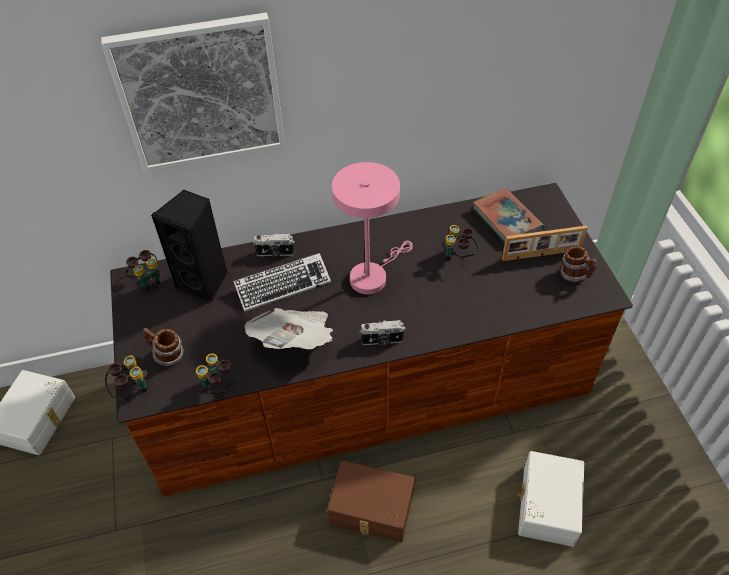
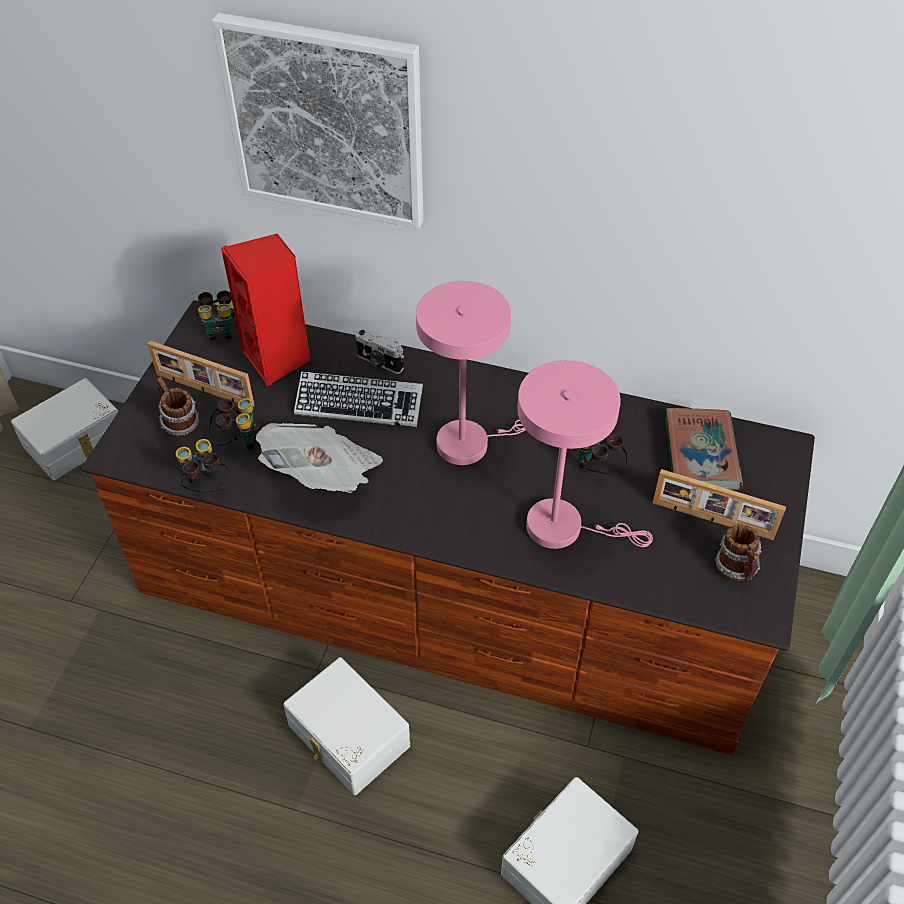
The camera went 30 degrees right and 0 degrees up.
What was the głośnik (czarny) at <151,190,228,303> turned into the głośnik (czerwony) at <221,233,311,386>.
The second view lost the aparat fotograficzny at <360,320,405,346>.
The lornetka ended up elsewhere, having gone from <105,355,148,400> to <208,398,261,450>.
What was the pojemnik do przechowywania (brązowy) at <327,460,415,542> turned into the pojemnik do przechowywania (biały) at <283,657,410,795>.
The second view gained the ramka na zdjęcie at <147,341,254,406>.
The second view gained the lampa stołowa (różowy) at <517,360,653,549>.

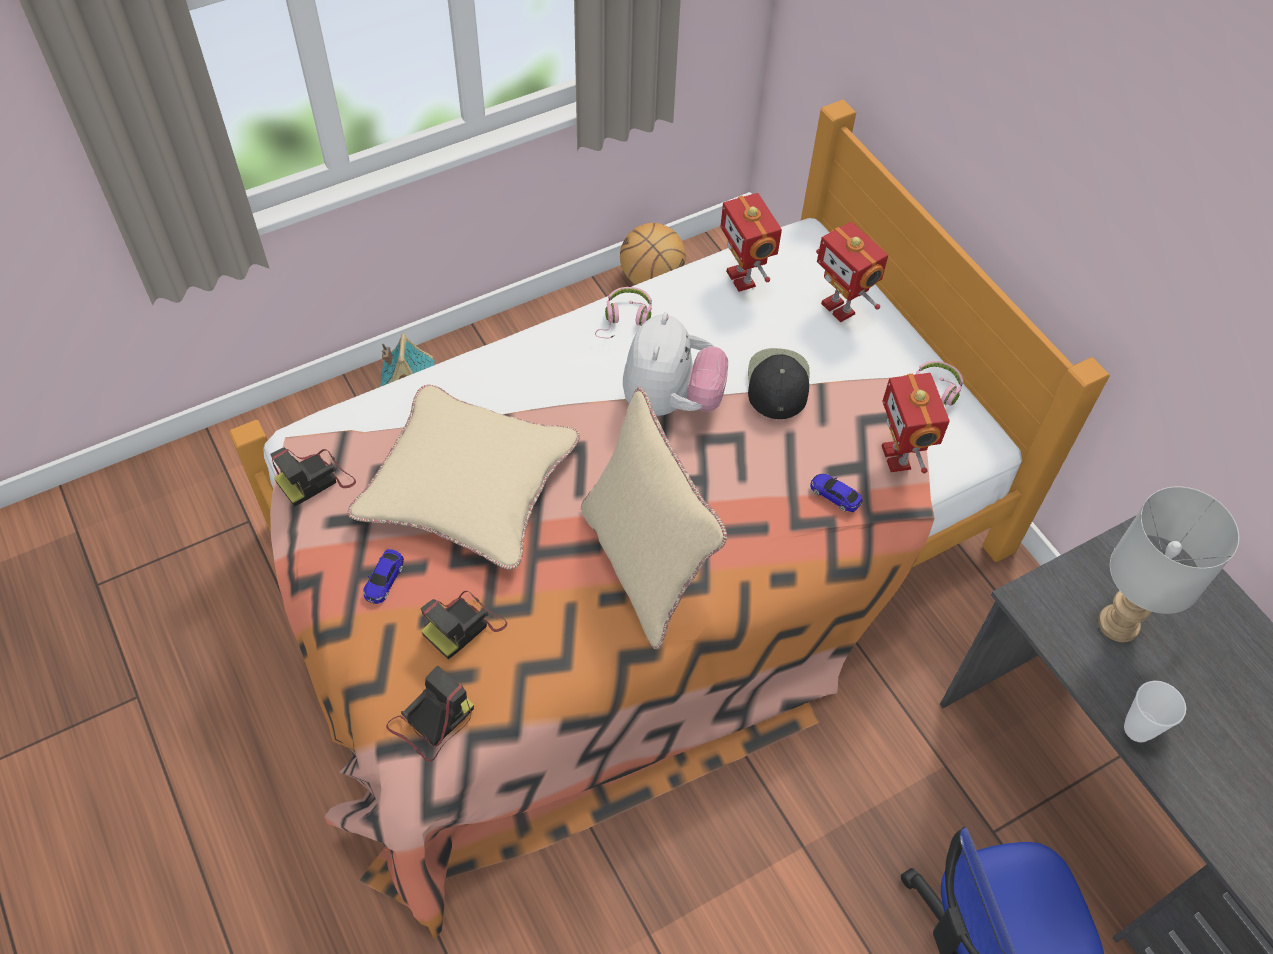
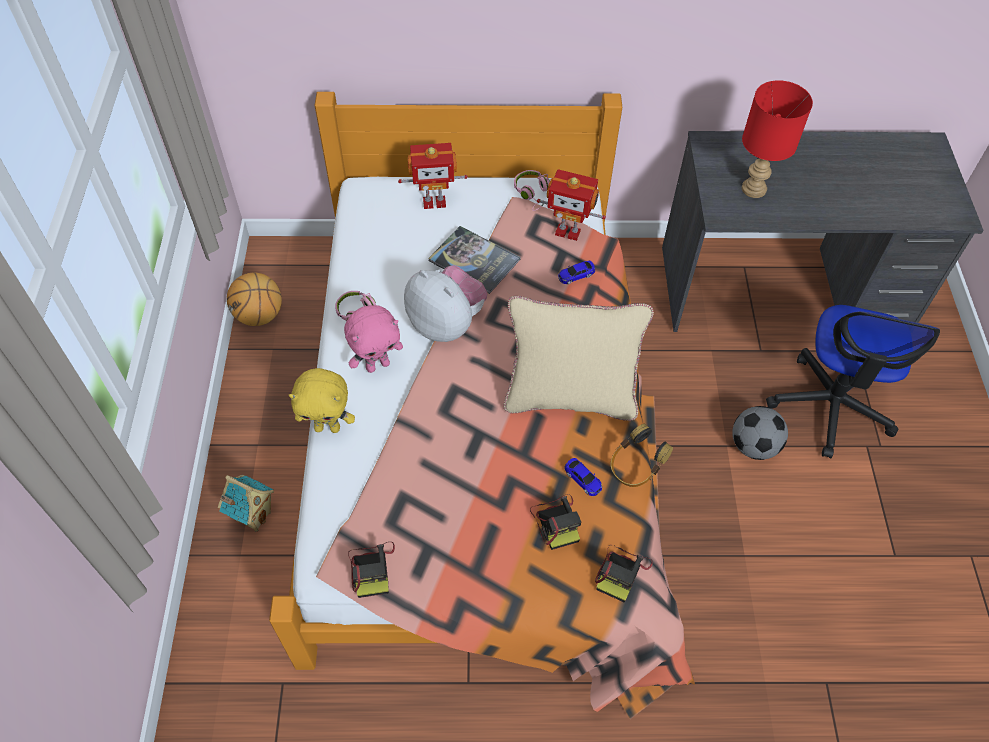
The camera went 60 degrees left and 0 degrees up.
The second view lost the robot zabawkowy at <720,193,782,292>.
Where the czapka z daszkiem (czarny) stood at <748,348,810,419>, the książka came to stand at <428,226,521,294>.
The second view lost the poduszka (beżowy) at <348,385,580,570>.
What was the lampa stołowa (szary) at <1098,486,1239,642> turned into the lampa stołowa (czerwony) at <742,80,813,198>.
The samochodzik ended up elsewhere, having gone from <363,549,404,604> to <564,458,602,496>.
The aparat fotograficzny at <386,665,474,762> ended up facing another way, 135 degrees counterclockwise from before.
The second view lost the filiżanka at <1124,681,1187,742>.
The second view gained the pluszak (różowy) at <344,305,403,373>.
The second view gained the pluszak (żółty) at <289,368,355,433>.
The second view gained the piłka futbolowa at <732,406,788,460>.
The second view gained the słuchawki at <610,424,673,487>.

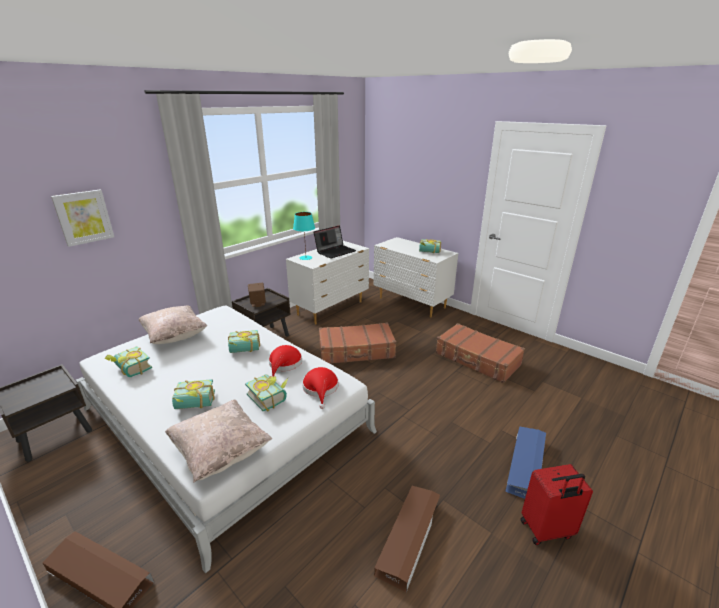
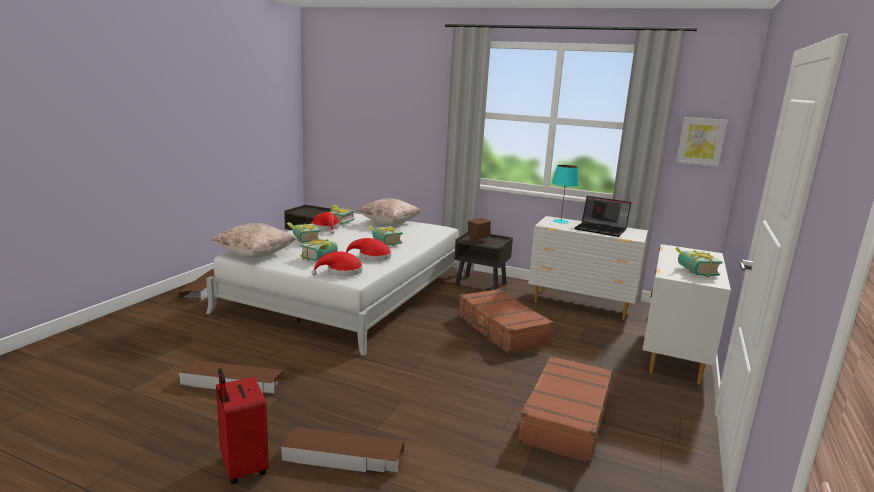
The camera went 70 degrees right and 10 degrees down.
The obraz ended up elsewhere, having gone from <51,190,114,247> to <676,117,728,166>.
What was the pojemnik do przechowywania (niebieski) at <505,426,546,499> turned into the pojemnik do przechowywania (brązowy) at <281,427,404,472>.
The second view gained the kapelusz (czerwony) at <312,212,339,234>.

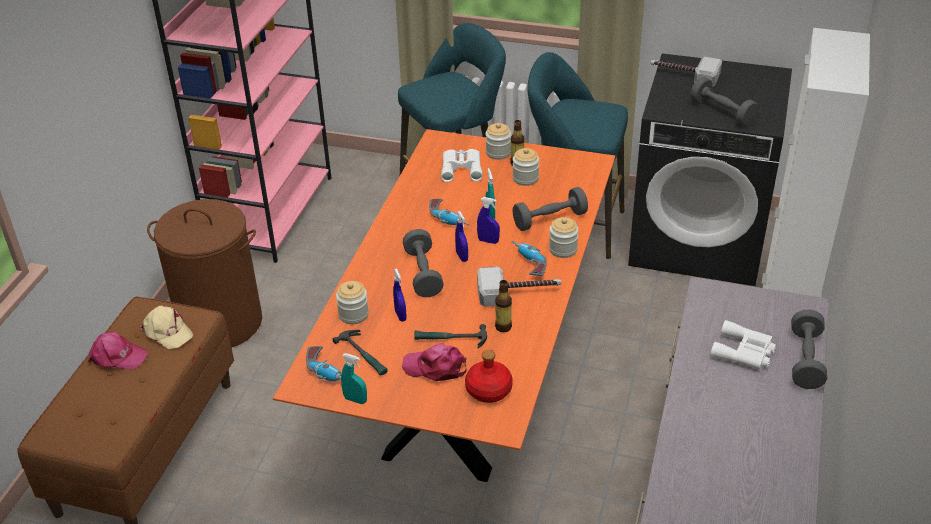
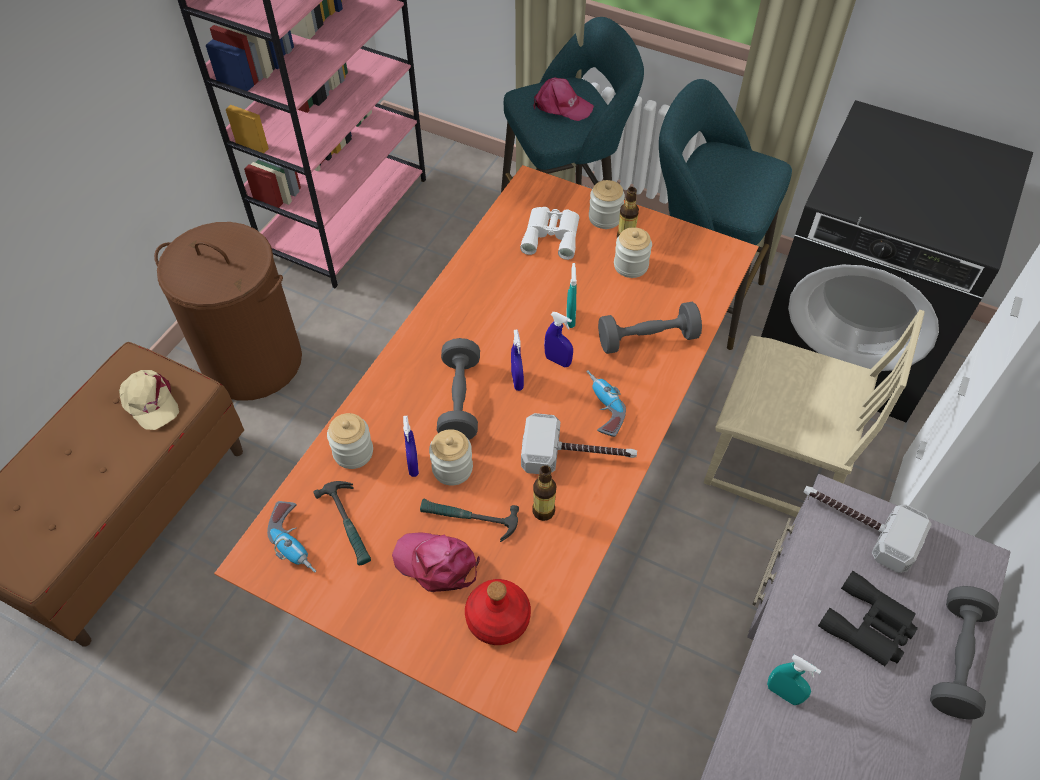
The camera went 10 degrees right and 15 degrees up.
The młotek ended up elsewhere, having gone from <651,57,722,87> to <803,486,932,573>.
The second view lost the hantel (szary) at <690,77,759,127>.
The second view lost the wiertarka at <429,199,470,225>.
The słoik ended up elsewhere, having gone from <549,217,579,258> to <429,429,473,486>.
What was the lornetka (biały) at <710,320,776,370> turned into the lornetka (czarny) at <818,571,918,666>.
The czapka z daszkiem (różowy) ended up elsewhere, having gone from <88,332,148,370> to <533,78,594,121>.
The spryskiwacz (turkusowy) ended up elsewhere, having gone from <341,353,367,404> to <767,655,821,705>.
The second view gained the krzesło (beżowy) at <704,310,925,517>.

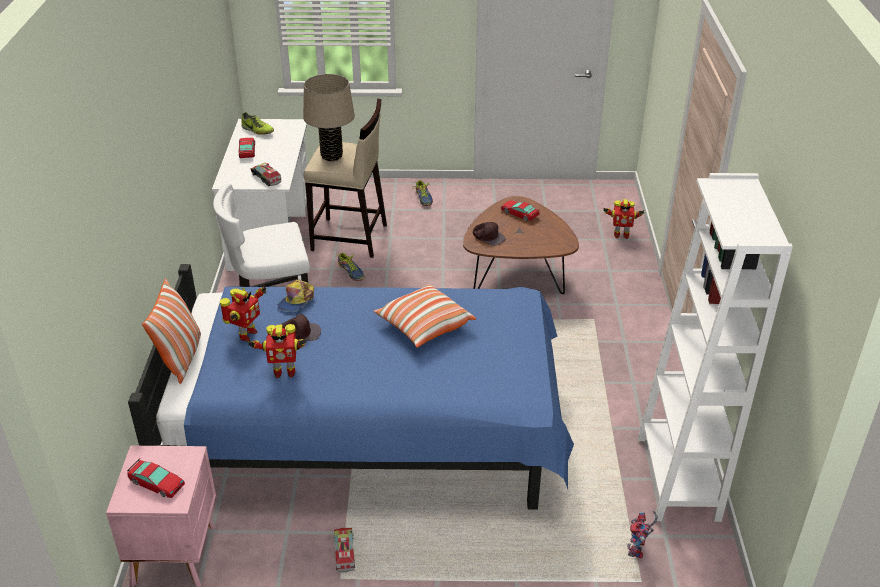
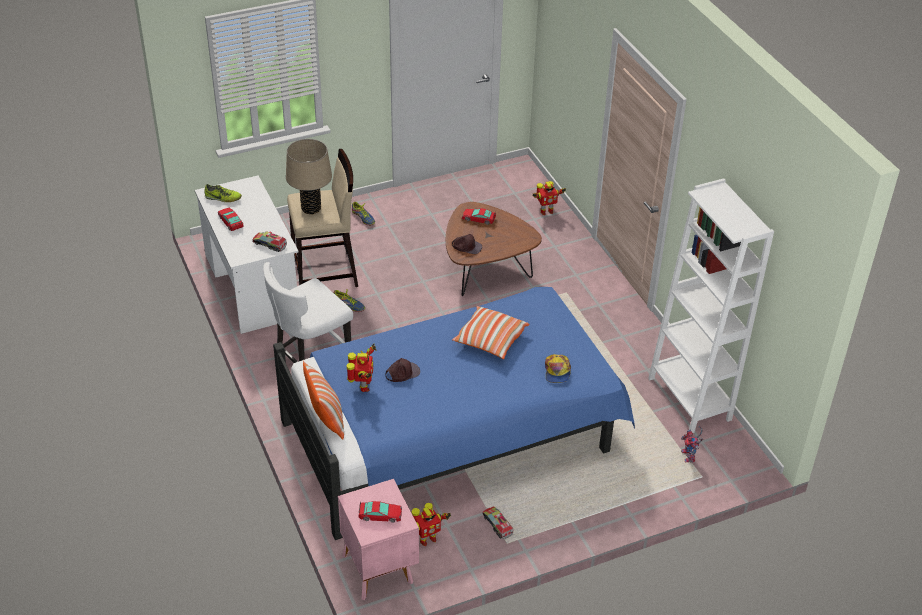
The camera went 25 degrees left and 5 degrees up.
The czapka z daszkiem ended up elsewhere, having gone from <277,279,314,311> to <545,354,571,383>.
The robot zabawkowy ended up elsewhere, having gone from <247,324,306,378> to <412,503,451,546>.

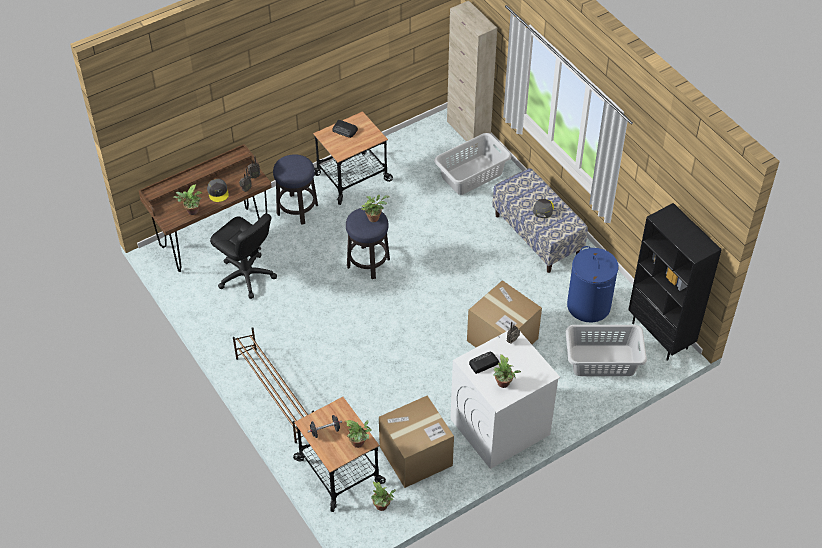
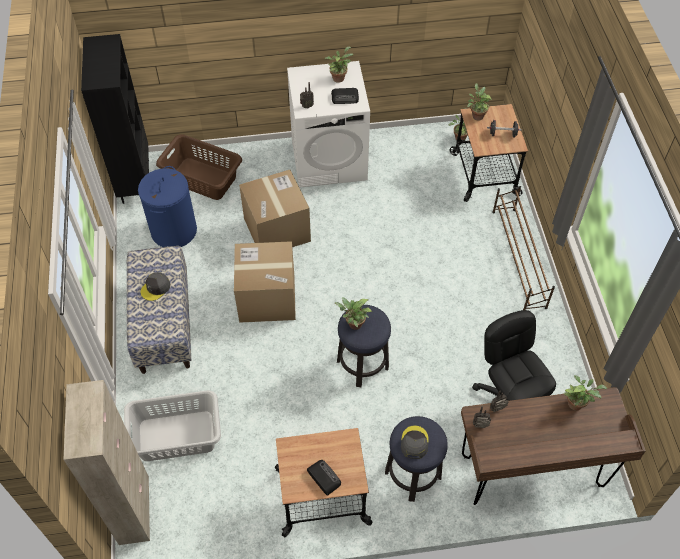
The camera went 155 degrees left and 5 degrees up.
The czapka z daszkiem (szary) ended up elsewhere, having gone from <207,179,229,202> to <401,426,429,459>.
What was the kosz na pranie (szary) at <566,325,647,376> turned into the kosz na pranie (brązowy) at <156,135,242,200>.
The karton ended up elsewhere, having gone from <379,395,454,488> to <234,241,296,323>.

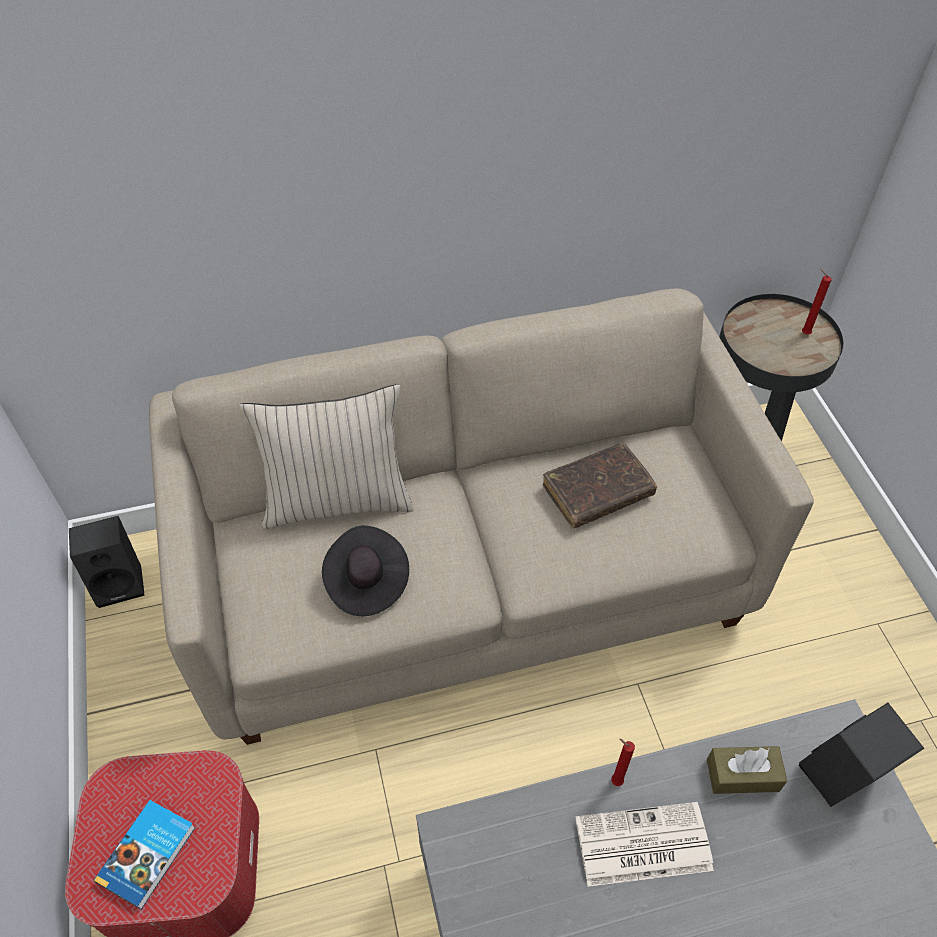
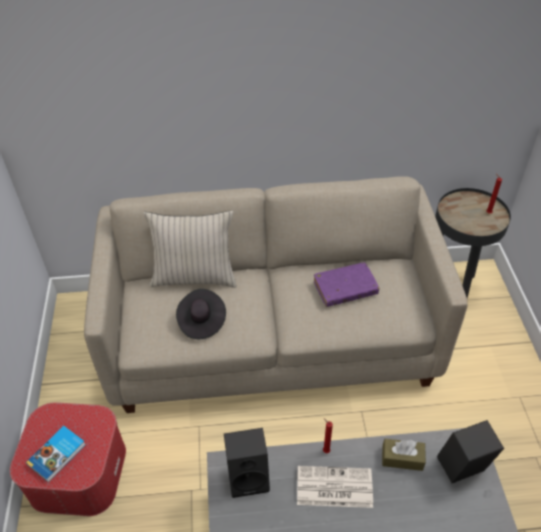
The camera went 10 degrees right and 5 degrees down.
What was the książka (brązowy) at <543,443,657,528> turned into the książka (fioletowy) at <314,262,379,307>.
The głośnik (czarny) ended up elsewhere, having gone from <69,516,144,608> to <224,428,270,498>.

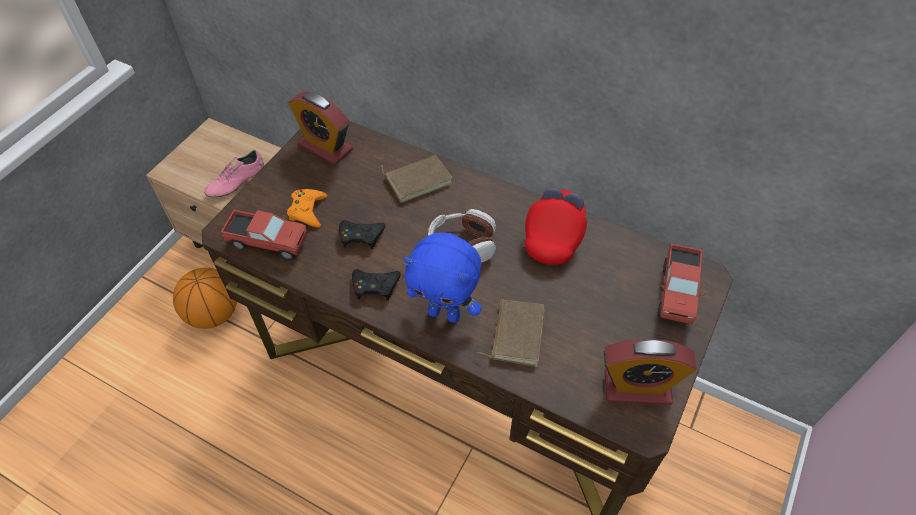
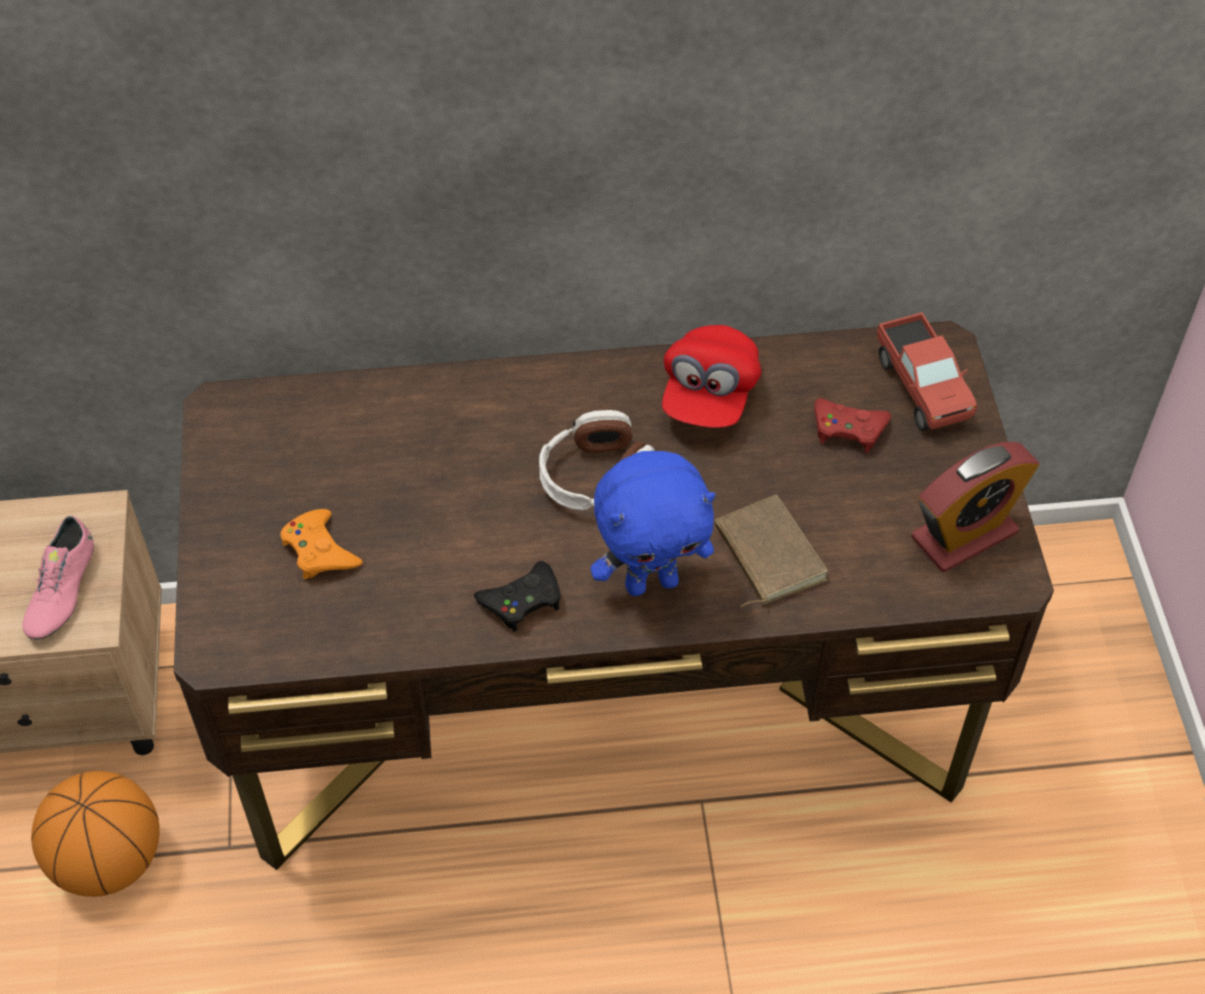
The camera went 35 degrees left and 0 degrees up.
The second view lost the budzik at <288,91,353,165>.
The second view lost the książka (brązowy) at <381,155,452,203>.
The czapka z daszkiem (czerwony) at <525,188,587,265> ended up facing another way, 150 degrees counterclockwise from before.
The second view lost the ciężarówka zabawkowa at <221,210,307,261>.
The second view lost the pad do gier (czarny) at <339,220,385,249>.
The second view gained the pad do gier (czerwony) at <814,398,891,453>.

